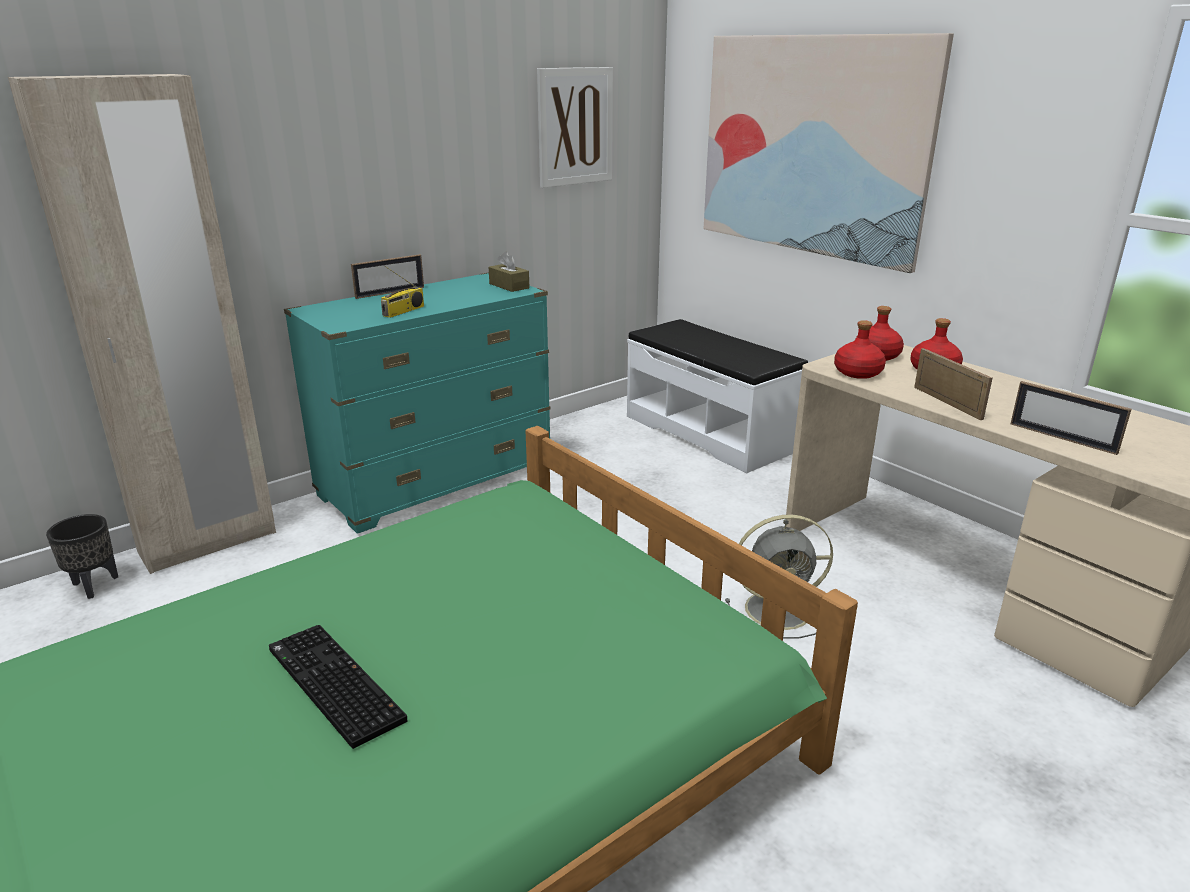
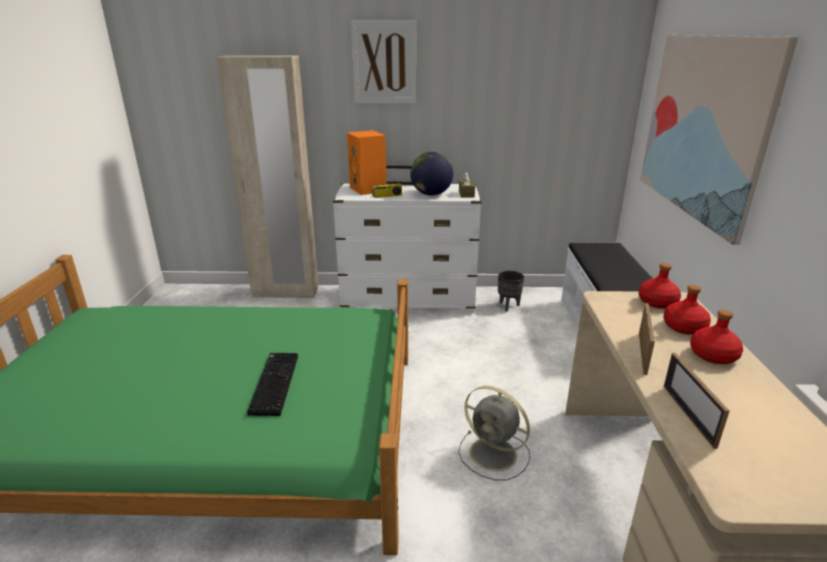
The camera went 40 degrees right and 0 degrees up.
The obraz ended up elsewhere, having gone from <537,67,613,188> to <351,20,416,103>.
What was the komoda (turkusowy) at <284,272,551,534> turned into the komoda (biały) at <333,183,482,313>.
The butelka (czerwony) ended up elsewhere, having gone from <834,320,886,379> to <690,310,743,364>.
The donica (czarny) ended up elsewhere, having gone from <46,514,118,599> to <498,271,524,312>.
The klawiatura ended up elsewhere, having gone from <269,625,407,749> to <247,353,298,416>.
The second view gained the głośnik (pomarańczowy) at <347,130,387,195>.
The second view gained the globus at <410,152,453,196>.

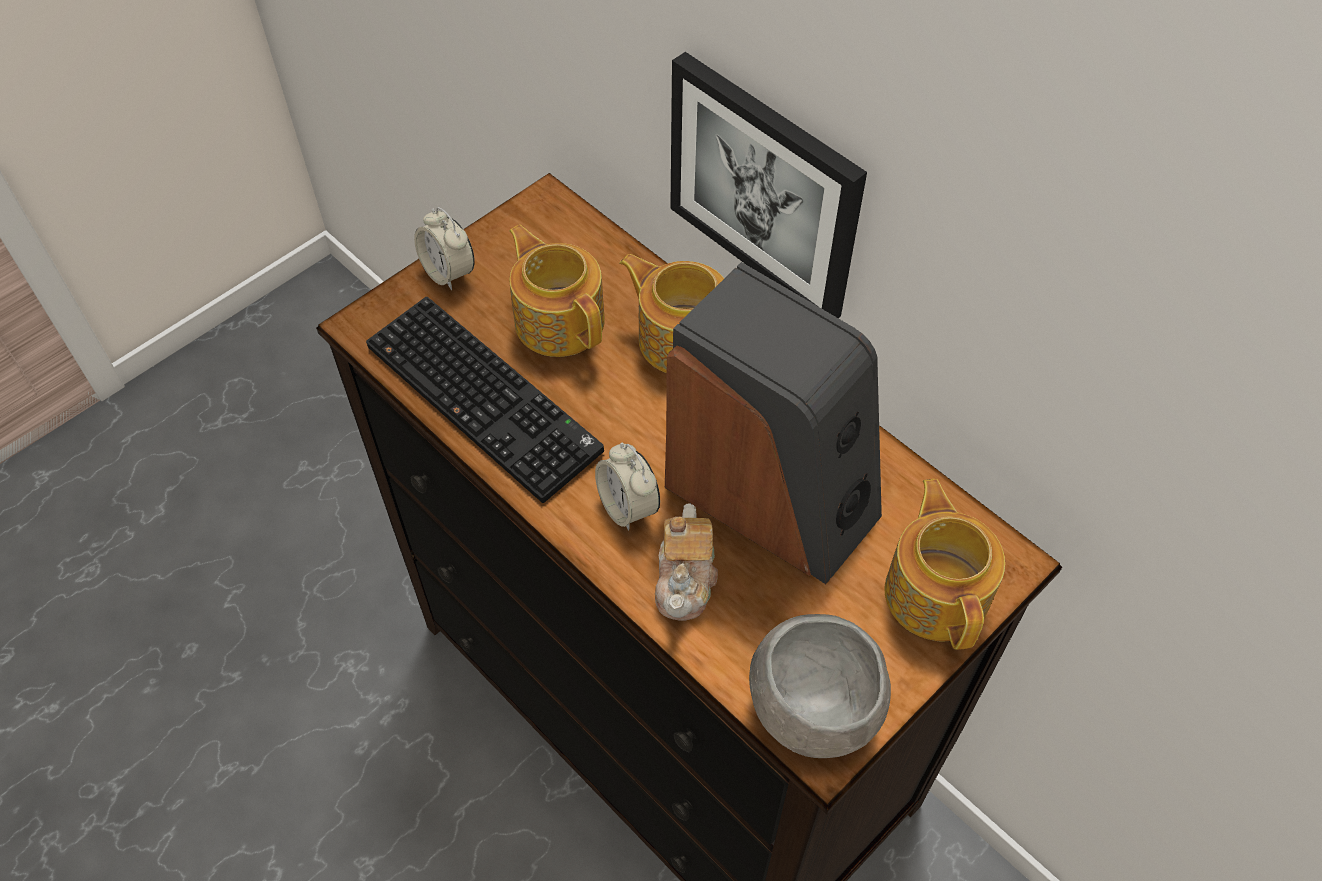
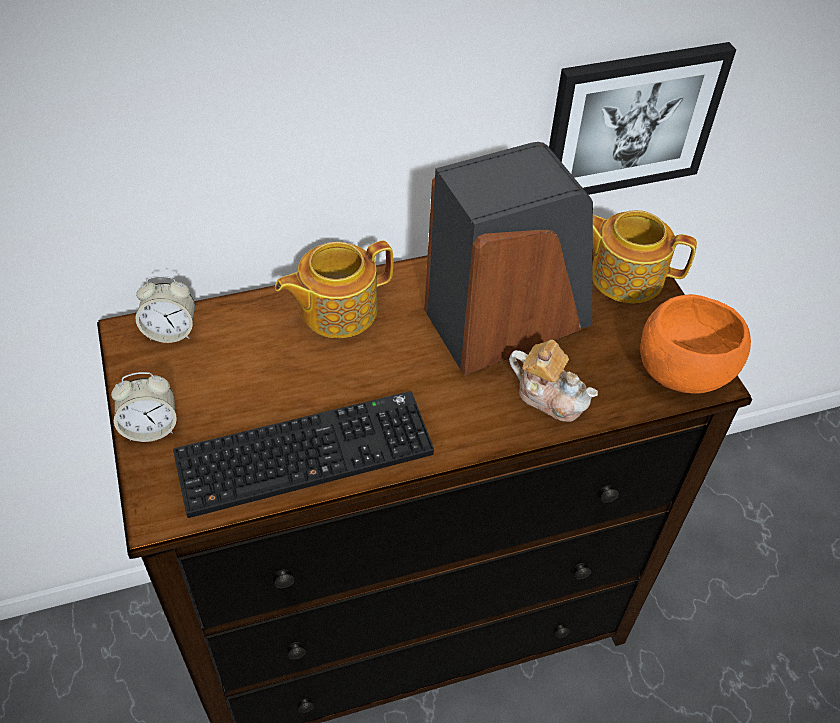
The camera went 65 degrees left and 5 degrees down.
The obraz ended up elsewhere, having gone from <670,52,867,318> to <549,42,736,195>.
The second view lost the imbryk at <509,225,605,357>.
The budzik ended up elsewhere, having gone from <595,443,660,531> to <135,276,195,343>.
What was the miska (szary) at <749,614,891,758> turned into the miska (pomarańczowy) at <640,294,751,394>.

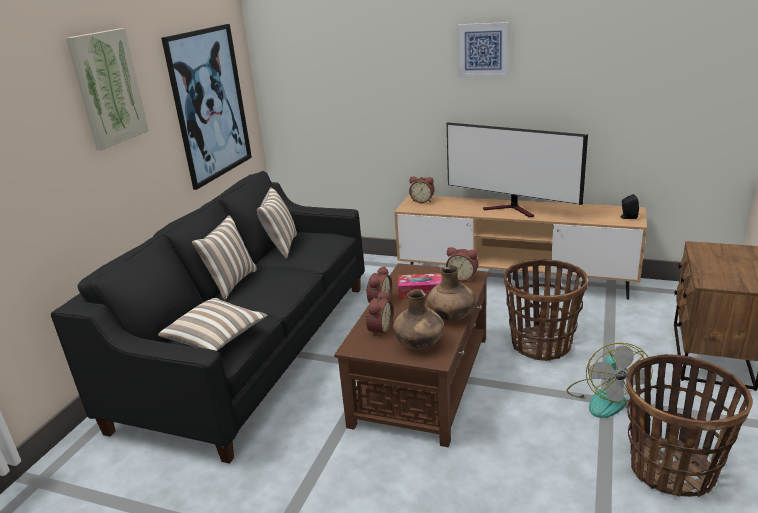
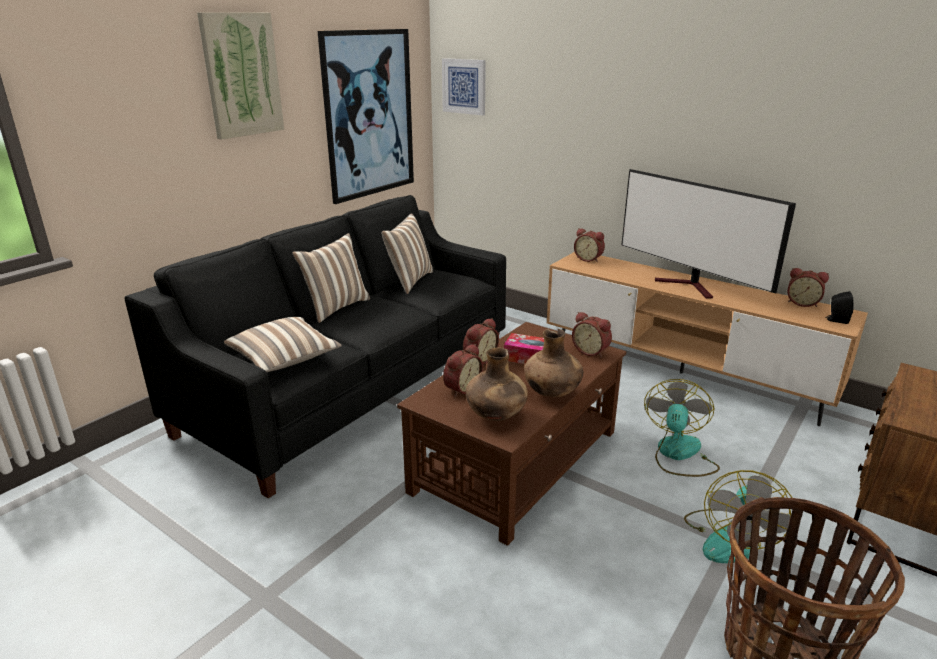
The camera went 15 degrees right and 0 degrees up.
The obraz ended up elsewhere, having gone from <457,22,510,77> to <442,58,486,115>.
Where the koszyk stood at <504,259,588,361>, the wentylator came to stand at <644,379,720,477>.
The second view gained the budzik at <787,268,829,307>.

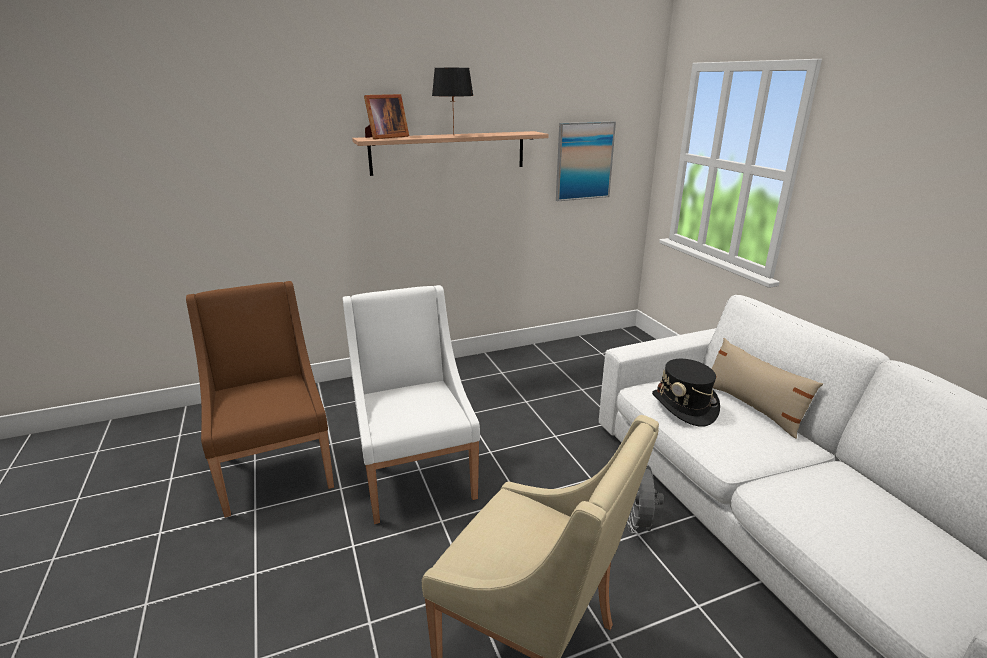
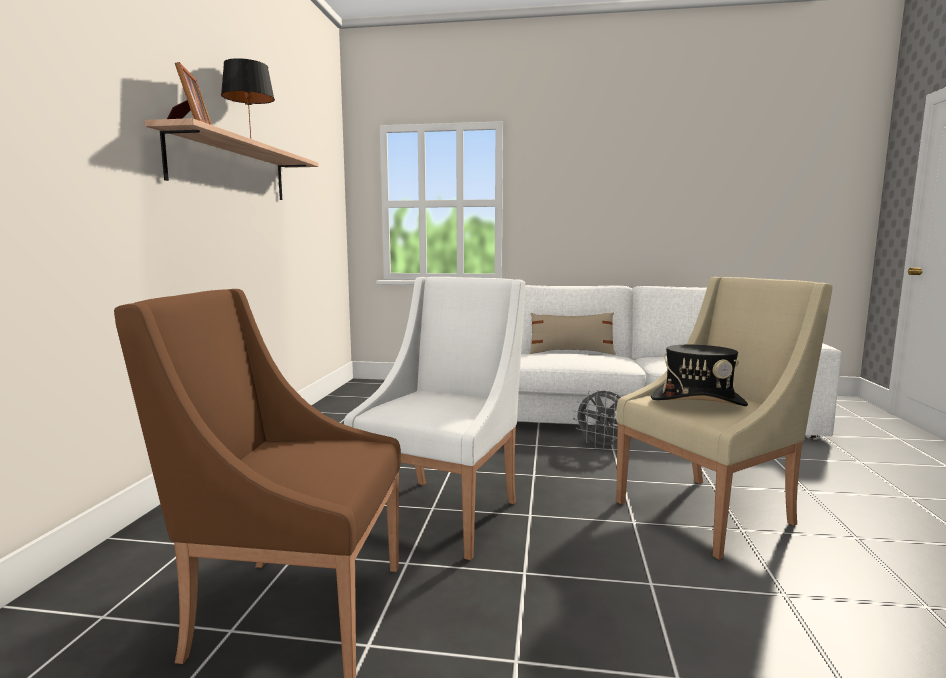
The camera went 60 degrees left and 15 degrees down.
The second view lost the obraz at <556,121,616,201>.
The fotel (biały) at <343,285,480,524> ended up facing another way, 105 degrees clockwise from before.
The kapelusz (czarny) ended up elsewhere, having gone from <652,359,720,427> to <651,345,748,406>.

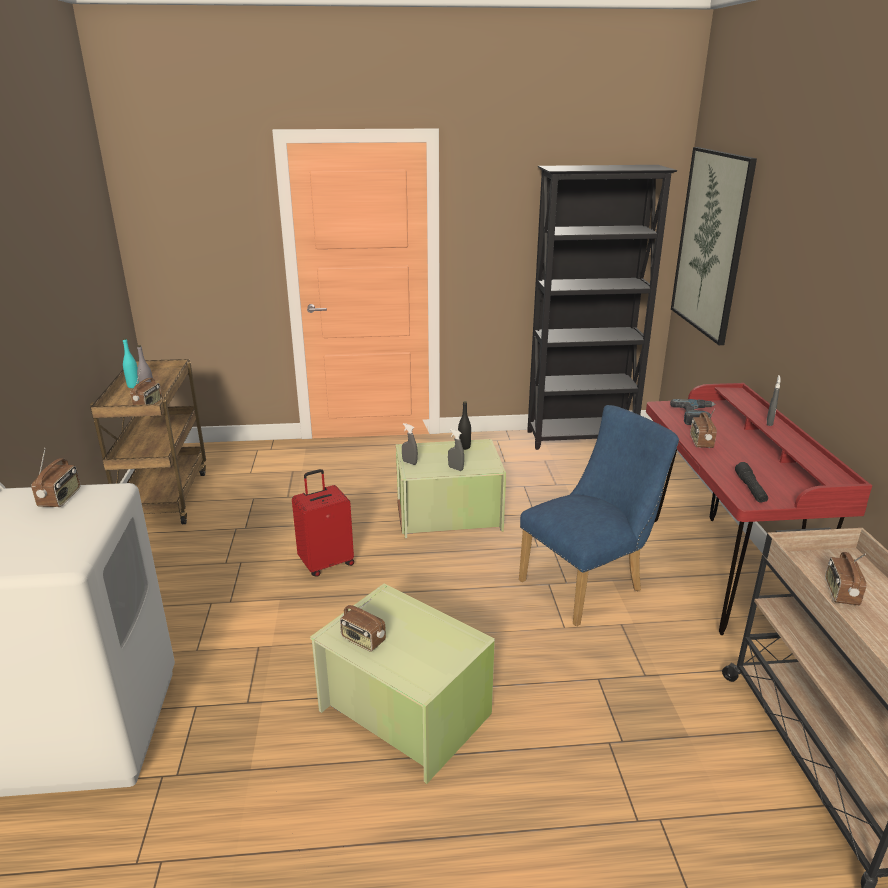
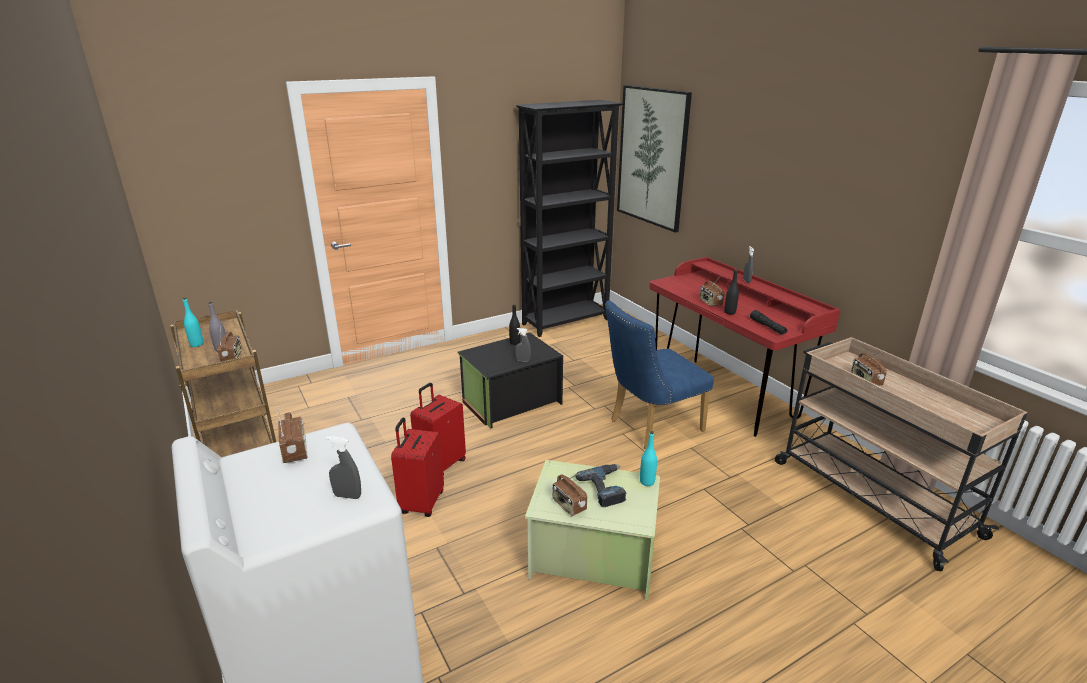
The camera went 25 degrees left and 0 degrees up.
The wiertarka ended up elsewhere, having gone from <670,399,716,425> to <576,464,627,507>.
The krzesło (niebieski) at <519,405,679,626> ended up facing another way, 150 degrees counterclockwise from before.
The spryskiwacz (szary) ended up elsewhere, having gone from <402,423,418,465> to <326,436,361,499>.
What was the pojemnik do przechowywania (zielony) at <396,439,506,539> turned into the pojemnik do przechowywania (czarny) at <457,333,563,428>.
The radio at <340,599,386,652> ended up facing another way, 45 degrees clockwise from before.
The second view gained the butelka (czarny) at <724,269,739,315>.
The second view gained the walizka (czerwony) at <391,418,444,517>.
The second view gained the butelka (turkusowy) at <640,431,657,486>.

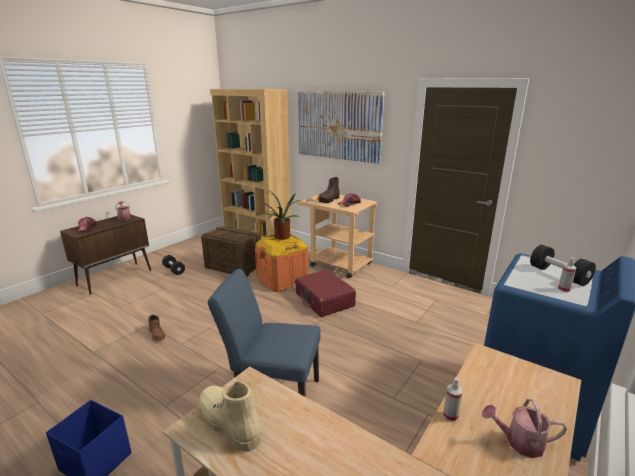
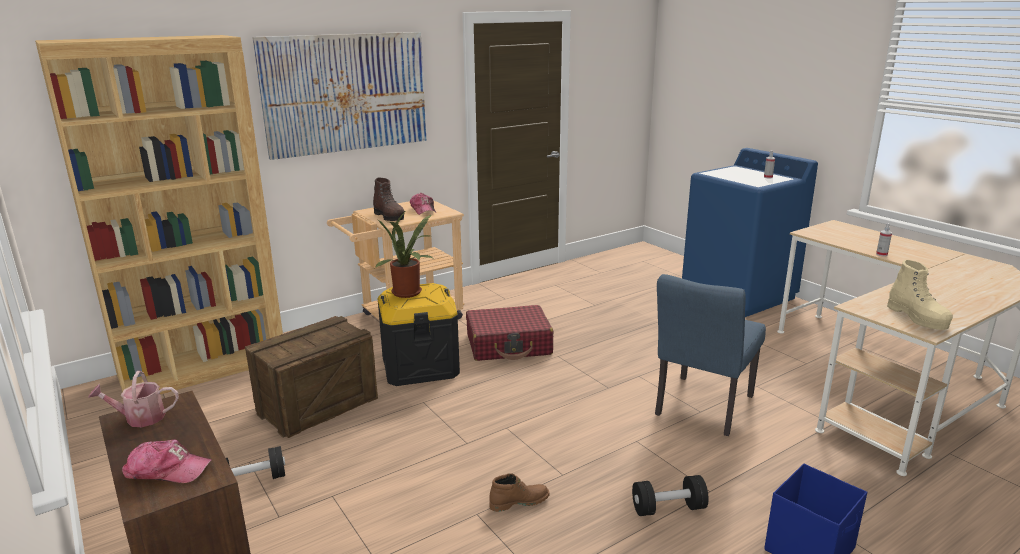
The camera went 70 degrees left and 0 degrees up.
What was the pojemnik do przechowywania (pomarańczowy) at <255,234,308,292> turned into the pojemnik do przechowywania (czarny) at <378,283,460,386>.
The hantel (czarny) ended up elsewhere, having gone from <530,245,596,286> to <632,475,709,516>.
The but z cholewką (beżowy) at <199,381,261,452> ended up facing another way, 75 degrees counterclockwise from before.
The second view lost the konewka at <482,399,567,458>.

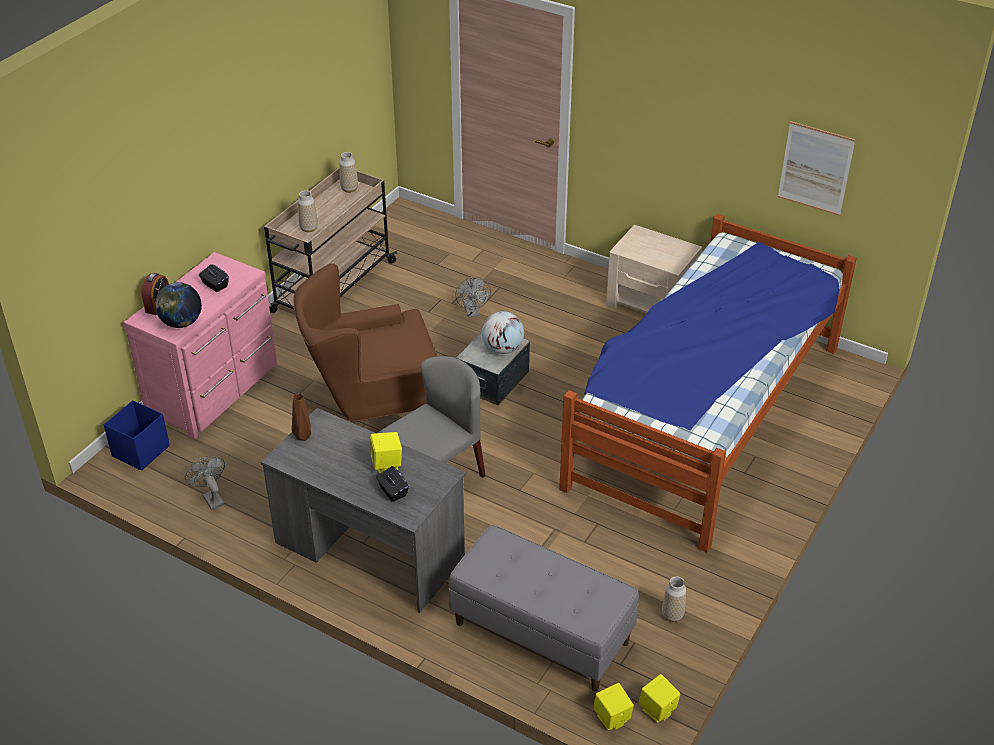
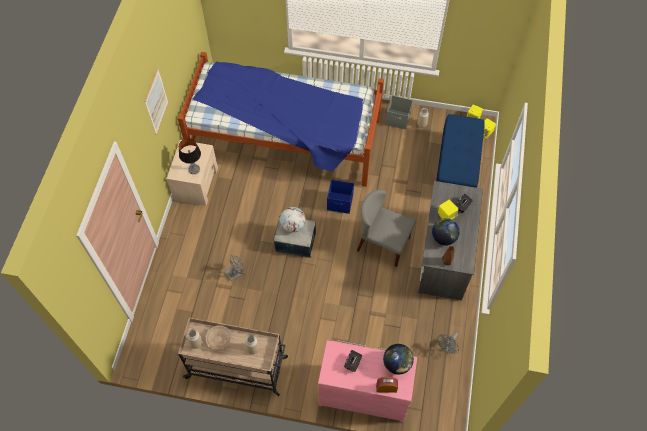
The camera went 110 degrees left and 20 degrees up.
The obraz ended up elsewhere, having gone from <778,121,856,216> to <145,67,169,135>.
The second view lost the fotel (brązowy) at <293,263,437,424>.
The pojemnik do przechowywania (niebieski) ended up elsewhere, having gone from <104,400,170,471> to <327,180,354,214>.
What was the ławka (szary) at <448,525,639,692> turned into the ławka (niebieski) at <436,114,484,188>.
The second view gained the pojemnik do przechowywania (szary) at <385,95,413,130>.
The second view gained the lampa stołowa at <179,139,201,174>.
The second view gained the globus at <432,218,460,246>.
The second view gained the miska (beżowy) at <206,325,231,349>.

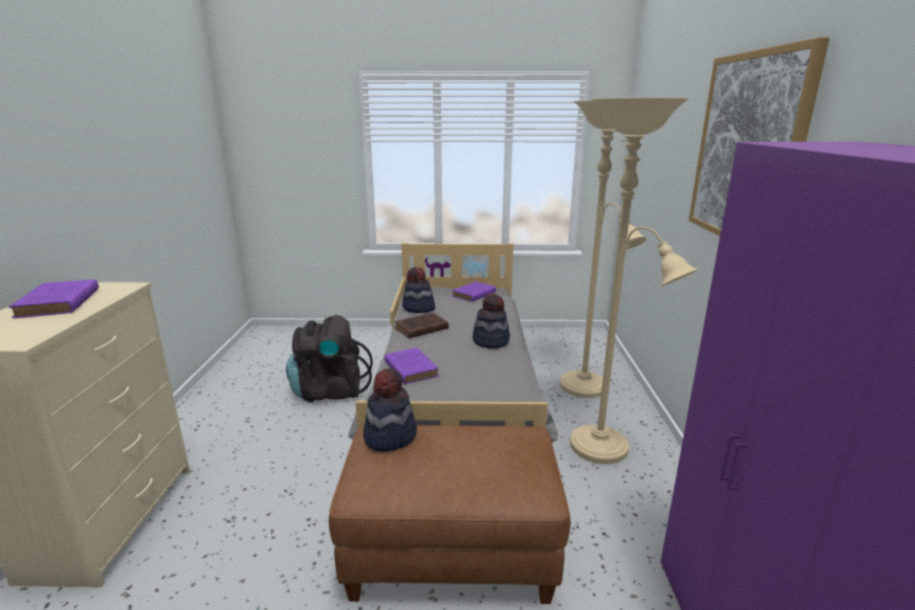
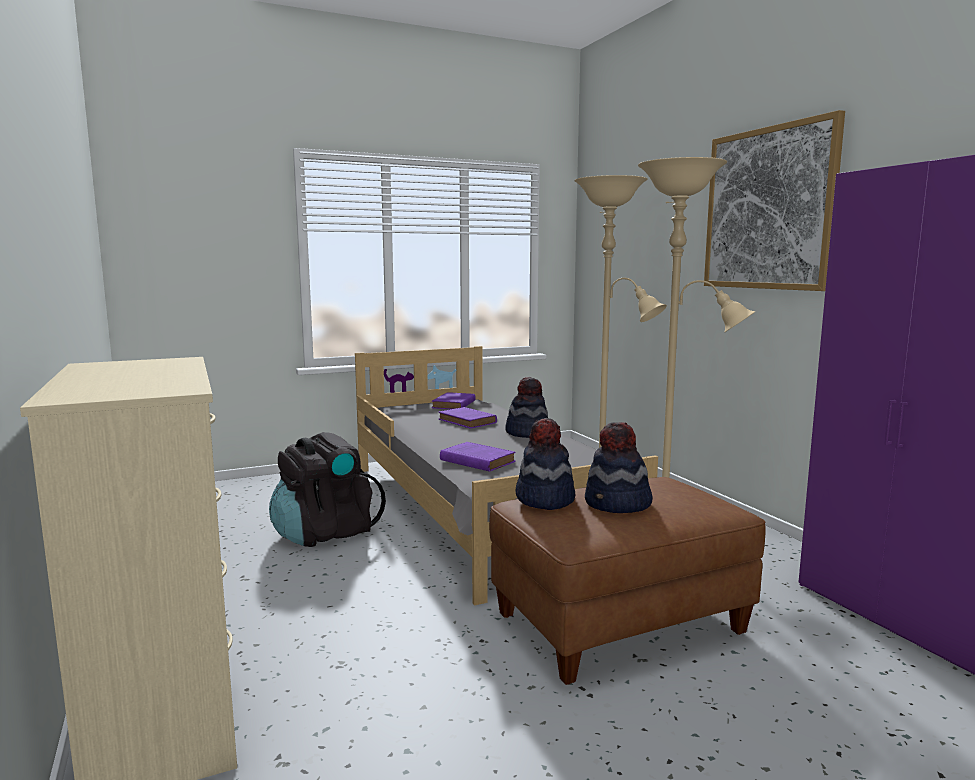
The camera went 25 degrees left and 10 degrees down.
The kapelusz ended up elsewhere, having gone from <402,267,435,313> to <585,422,653,513>.
The książka (fioletowy) ended up elsewhere, having gone from <9,279,99,318> to <439,407,497,429>.
The second view lost the książka (brązowy) at <394,313,449,338>.

